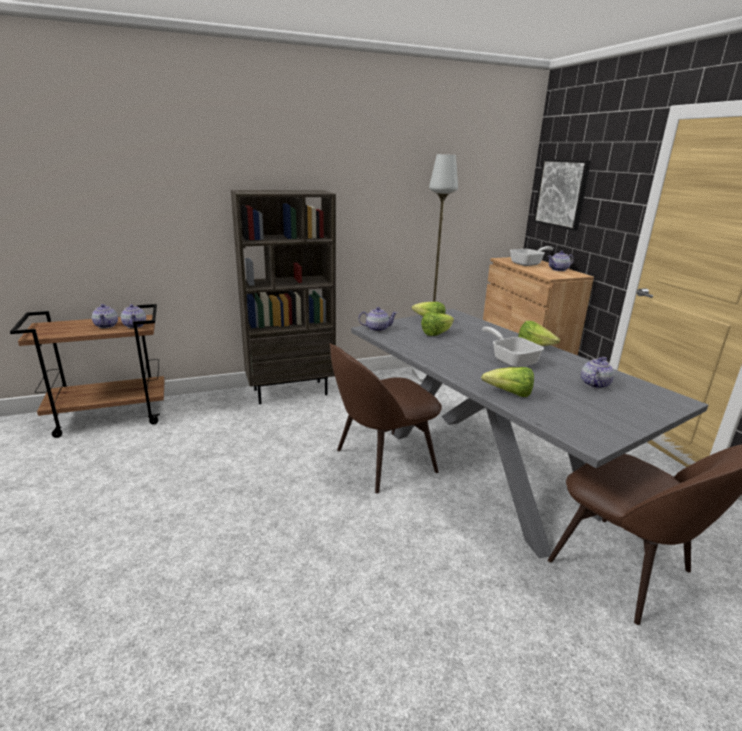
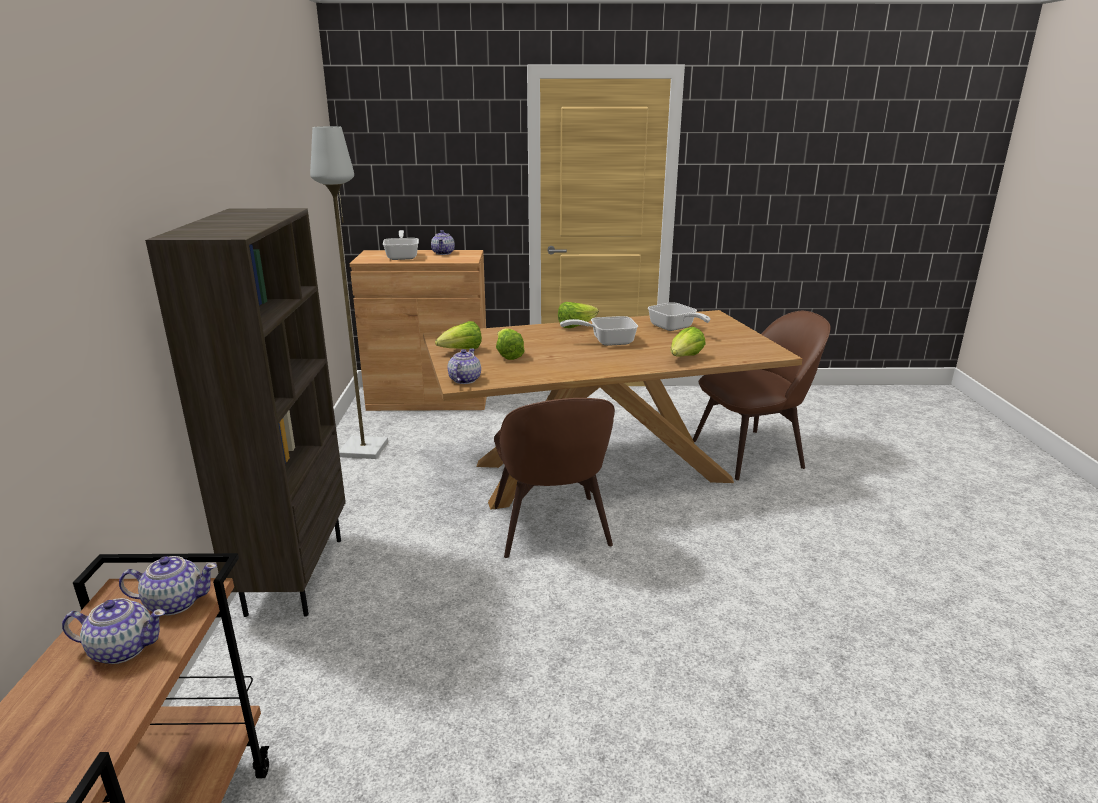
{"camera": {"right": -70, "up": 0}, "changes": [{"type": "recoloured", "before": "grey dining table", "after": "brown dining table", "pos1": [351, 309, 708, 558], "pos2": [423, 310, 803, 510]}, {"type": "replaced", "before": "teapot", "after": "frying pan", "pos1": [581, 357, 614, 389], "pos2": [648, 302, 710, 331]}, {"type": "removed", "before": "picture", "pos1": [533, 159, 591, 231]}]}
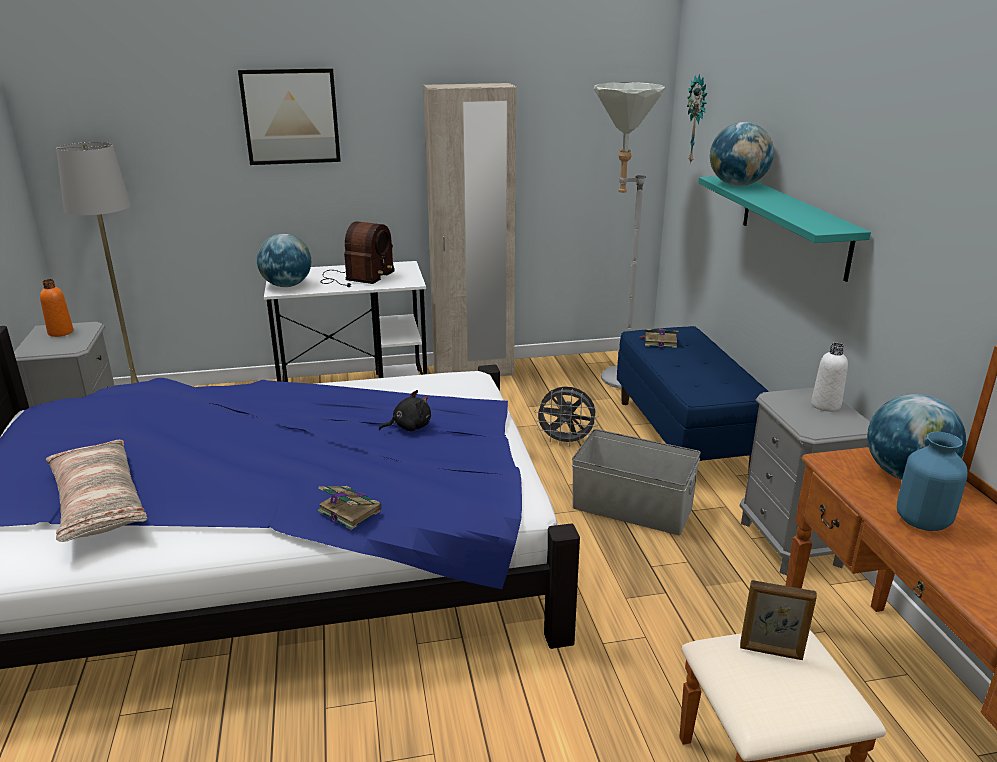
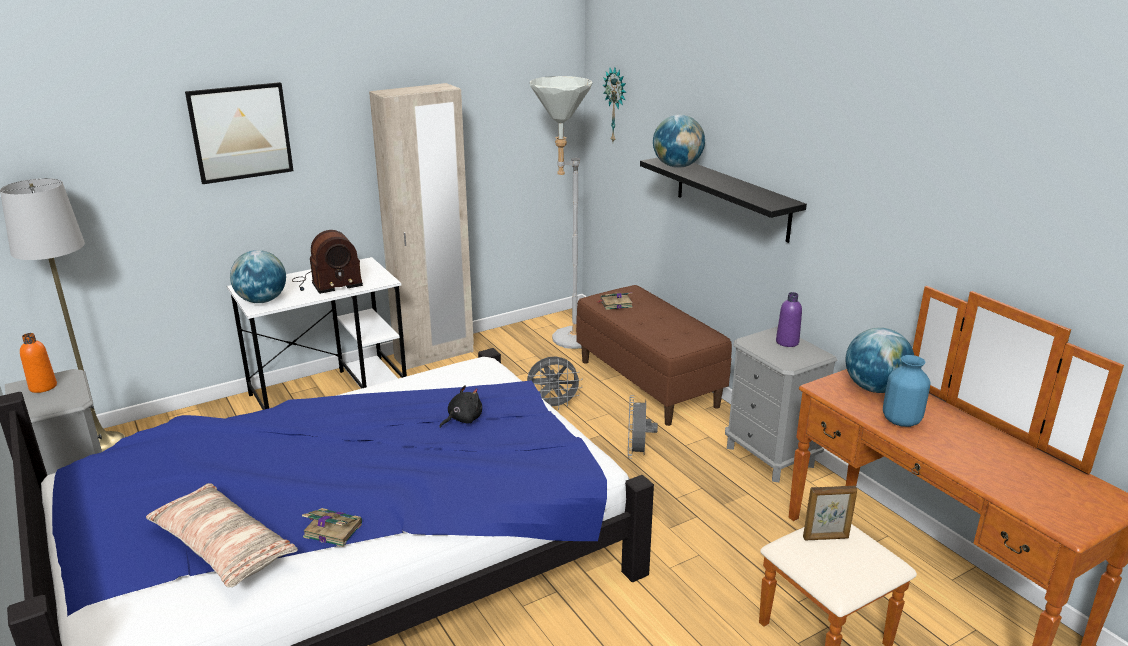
{"camera": {"right": -20, "up": 0}, "changes": [{"type": "turned", "before": "radio", "pos1": [321, 221, 395, 287], "pos2": [292, 230, 363, 294], "turn": 60}, {"type": "moved", "before": "book", "pos1": [318, 486, 382, 530], "pos2": [302, 508, 362, 547]}, {"type": "recoloured", "before": "blue bench", "after": "brown bench", "pos1": [617, 326, 769, 474], "pos2": [576, 285, 732, 426]}, {"type": "replaced", "before": "grey storage box", "after": "grey fan", "pos1": [572, 429, 701, 535], "pos2": [628, 395, 658, 459]}, {"type": "recoloured", "before": "turquoise shelf", "after": "black shelf", "pos1": [698, 176, 871, 282], "pos2": [640, 158, 807, 243]}, {"type": "recoloured", "before": "white bottle", "after": "purple bottle", "pos1": [811, 343, 848, 412], "pos2": [776, 292, 802, 347]}]}
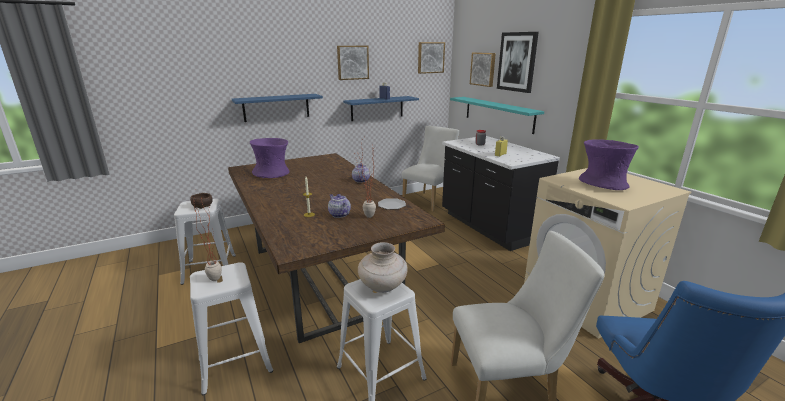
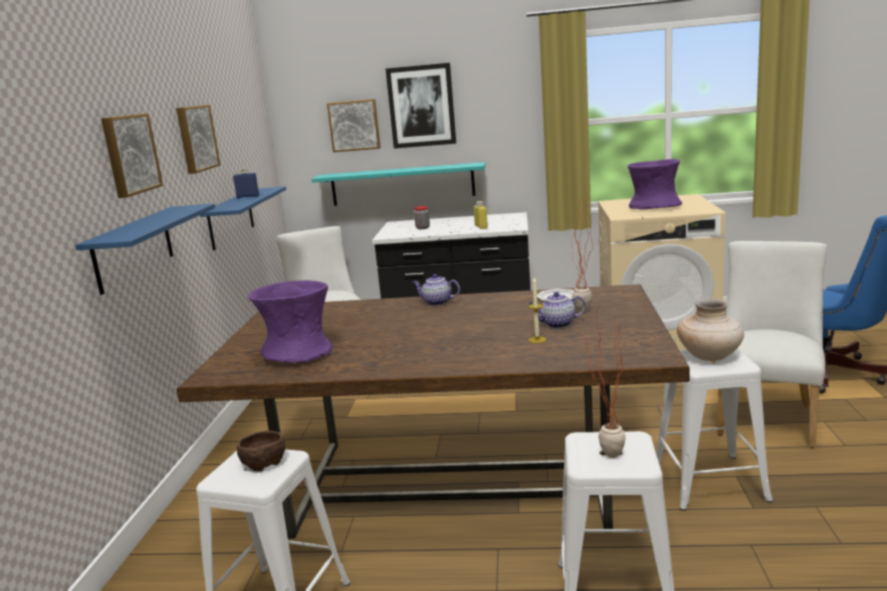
{"camera": {"right": -55, "up": -5}, "changes": [{"type": "moved", "before": "picture", "pos1": [418, 42, 445, 74], "pos2": [101, 113, 163, 198]}]}
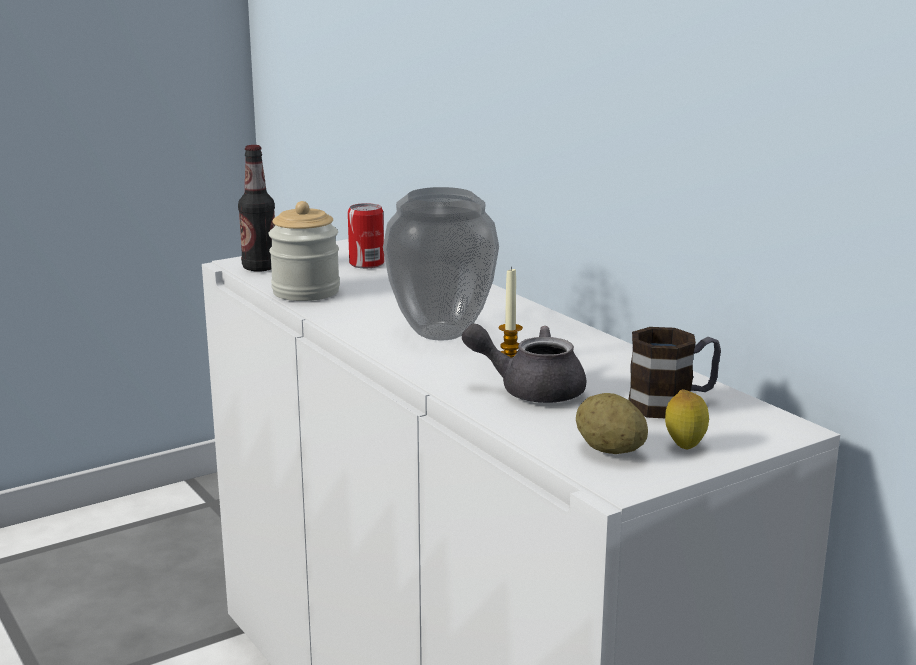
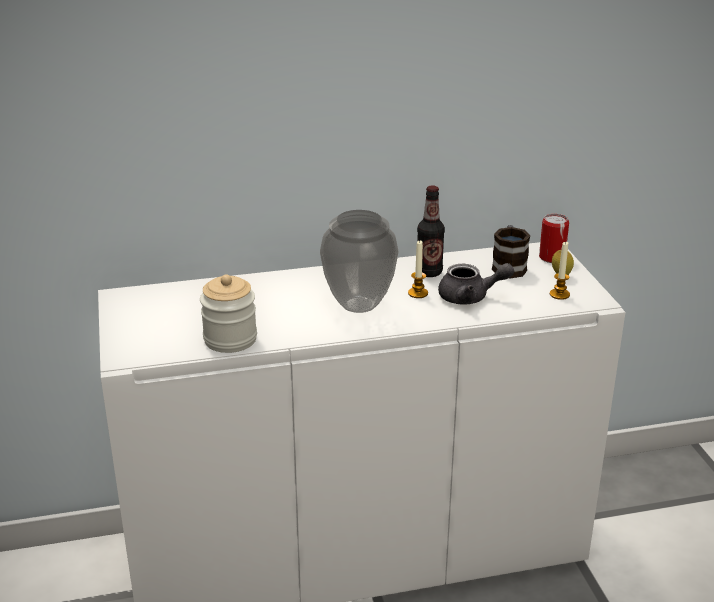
{"camera": {"right": -70, "up": 10}, "changes": [{"type": "moved", "before": "bottle", "pos1": [238, 145, 275, 272], "pos2": [417, 185, 445, 277]}, {"type": "turned", "before": "grey teapot", "pos1": [462, 323, 587, 403], "pos2": [438, 263, 514, 304], "turn": -120}, {"type": "moved", "before": "can", "pos1": [348, 203, 384, 268], "pos2": [539, 214, 569, 263]}, {"type": "replaced", "before": "potato", "after": "candle", "pos1": [576, 393, 648, 454], "pos2": [550, 241, 570, 300]}]}
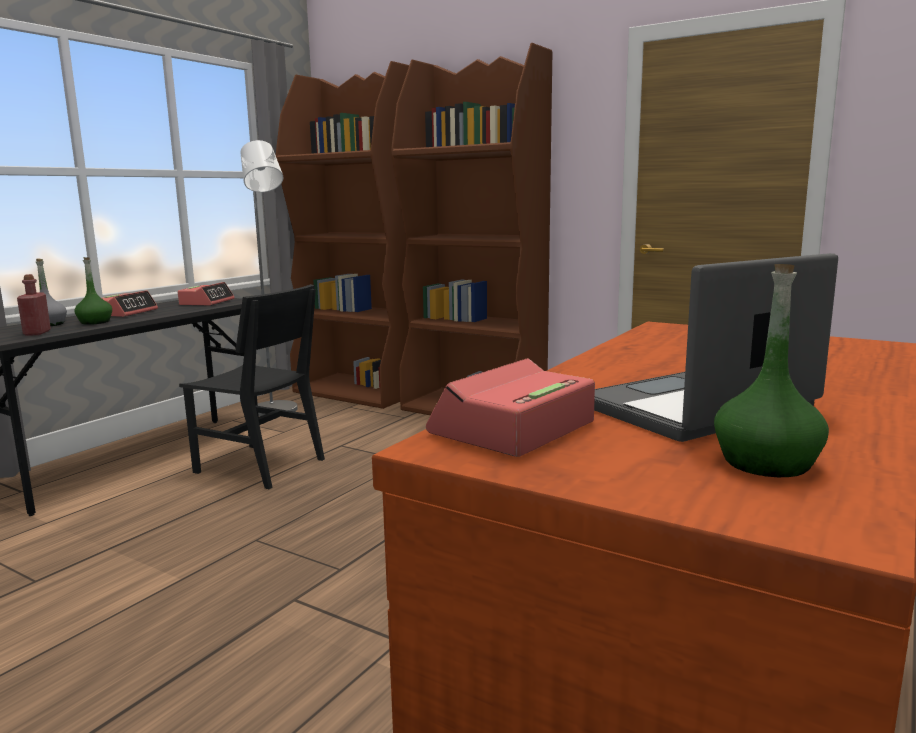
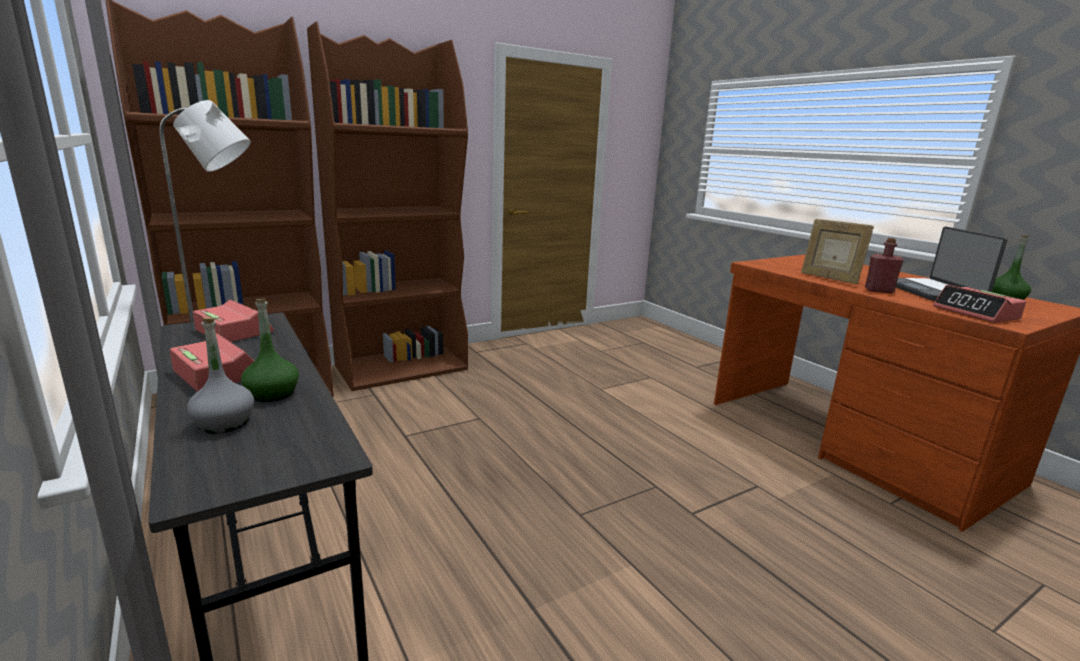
{"camera": {"right": -65, "up": 5}, "changes": [{"type": "added", "after": "picture frame", "pos2": [801, 219, 874, 284]}, {"type": "moved", "before": "red bottle", "pos1": [17, 274, 51, 336], "pos2": [865, 238, 904, 293]}, {"type": "removed", "before": "black chair", "pos1": [179, 284, 325, 489]}]}
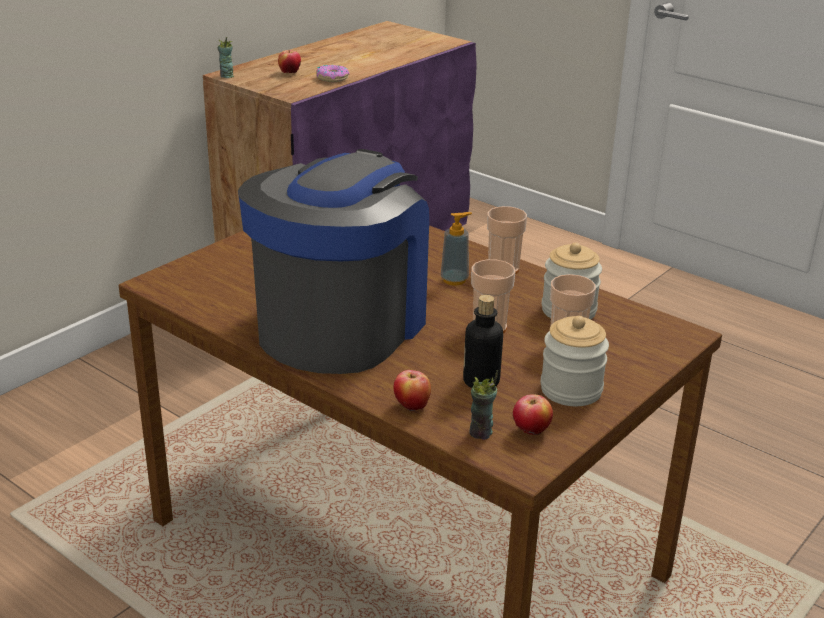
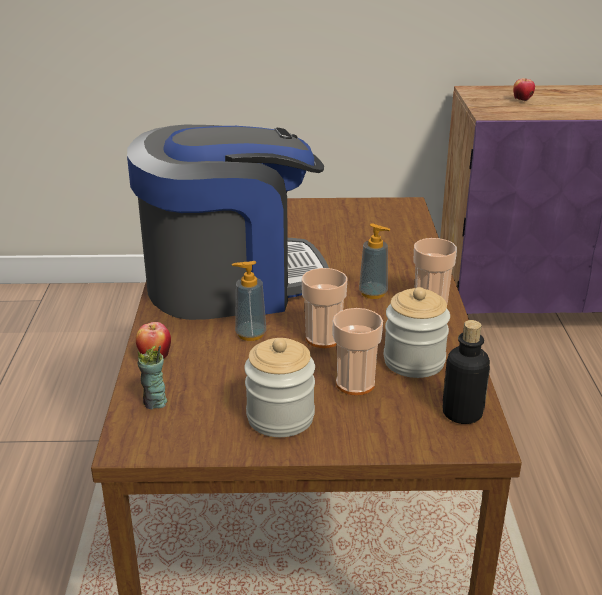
{"camera": {"right": 50, "up": 0}, "changes": [{"type": "added", "after": "soap dispenser", "pos2": [232, 261, 266, 341]}, {"type": "moved", "before": "bottle", "pos1": [463, 295, 503, 388], "pos2": [443, 320, 490, 424]}, {"type": "removed", "before": "cup", "pos1": [218, 37, 234, 78]}, {"type": "removed", "before": "donut", "pos1": [316, 65, 349, 82]}, {"type": "removed", "before": "apple", "pos1": [513, 394, 553, 435]}]}
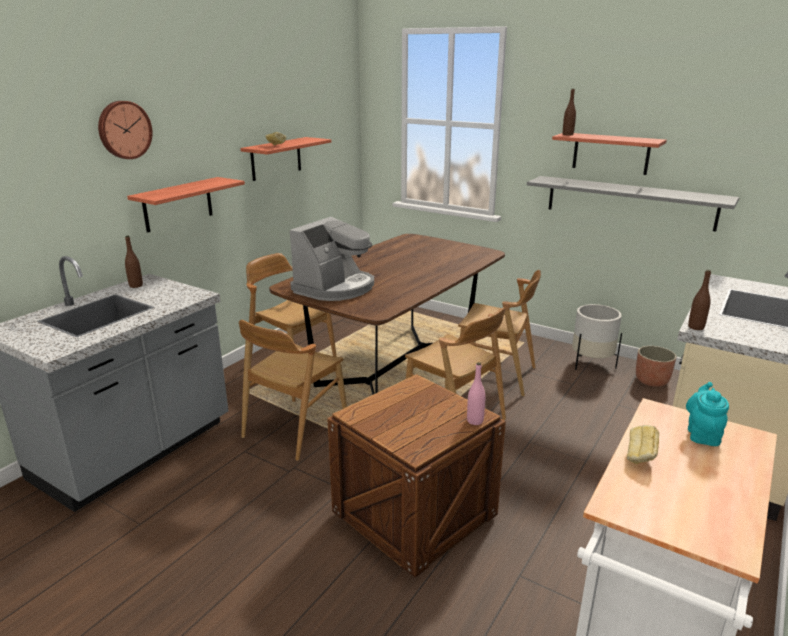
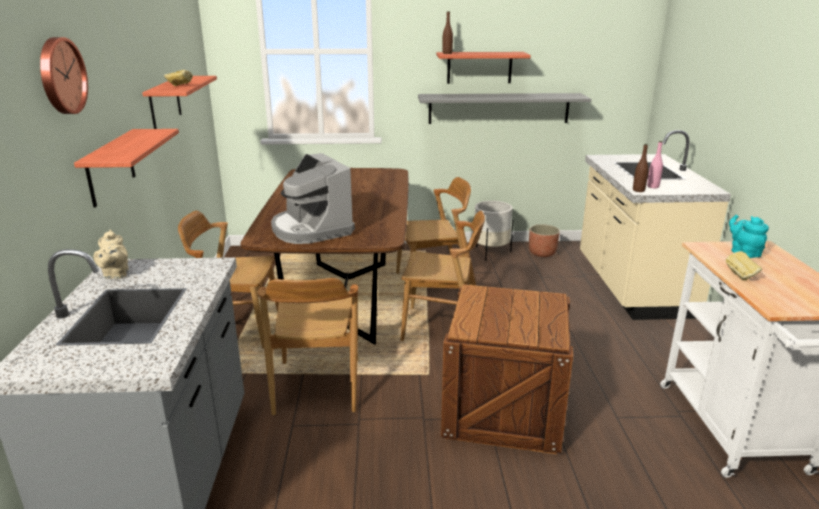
{"camera": {"right": -35, "up": 0}, "changes": [{"type": "replaced", "before": "brown bottle", "after": "beige teapot", "pos1": [125, 236, 143, 288], "pos2": [93, 230, 129, 279]}, {"type": "turned", "before": "coffee machine", "pos1": [290, 217, 374, 301], "pos2": [271, 153, 355, 244], "turn": 150}, {"type": "moved", "before": "pink bottle", "pos1": [467, 362, 485, 425], "pos2": [647, 141, 663, 188]}]}
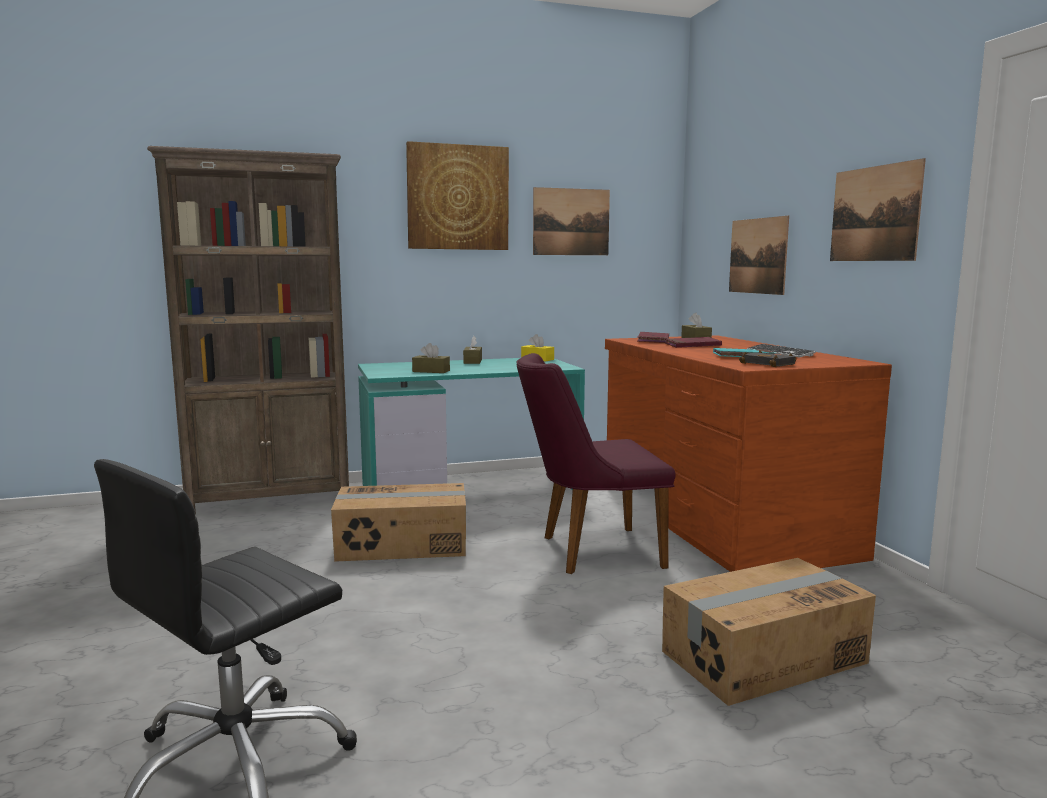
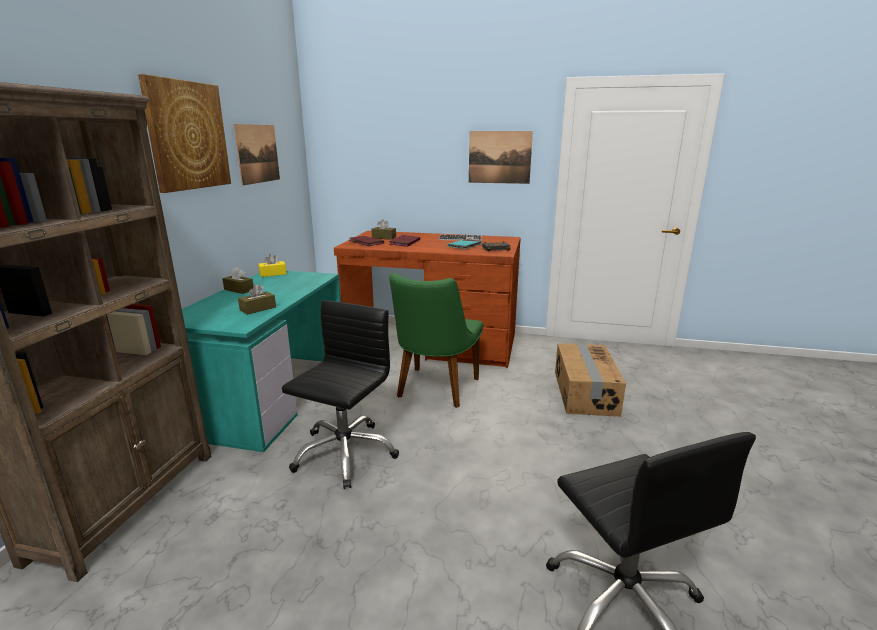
{"camera": {"right": -60, "up": 10}, "changes": [{"type": "replaced", "before": "cardboard box", "after": "black office chair", "pos1": [331, 483, 466, 562], "pos2": [282, 300, 399, 489]}, {"type": "recoloured", "before": "purple chair", "after": "green chair", "pos1": [516, 353, 676, 574], "pos2": [389, 273, 483, 408]}, {"type": "removed", "before": "picture", "pos1": [729, 216, 789, 295]}]}
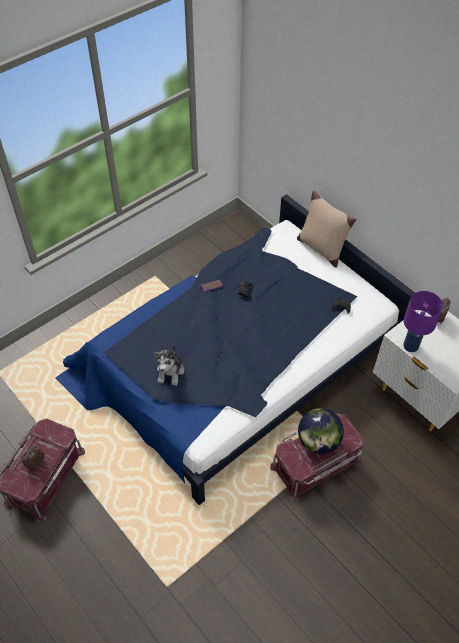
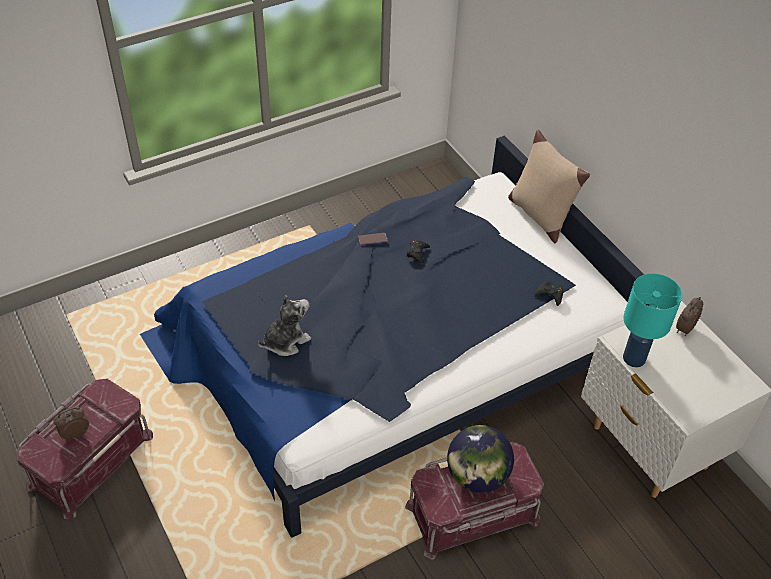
{"camera": {"right": 10, "up": -5}, "changes": [{"type": "turned", "before": "plush toy", "pos1": [153, 344, 184, 385], "pos2": [258, 295, 311, 356], "turn": -150}, {"type": "recoloured", "before": "purple table lamp", "after": "turquoise table lamp", "pos1": [403, 291, 443, 352], "pos2": [623, 273, 682, 367]}]}
